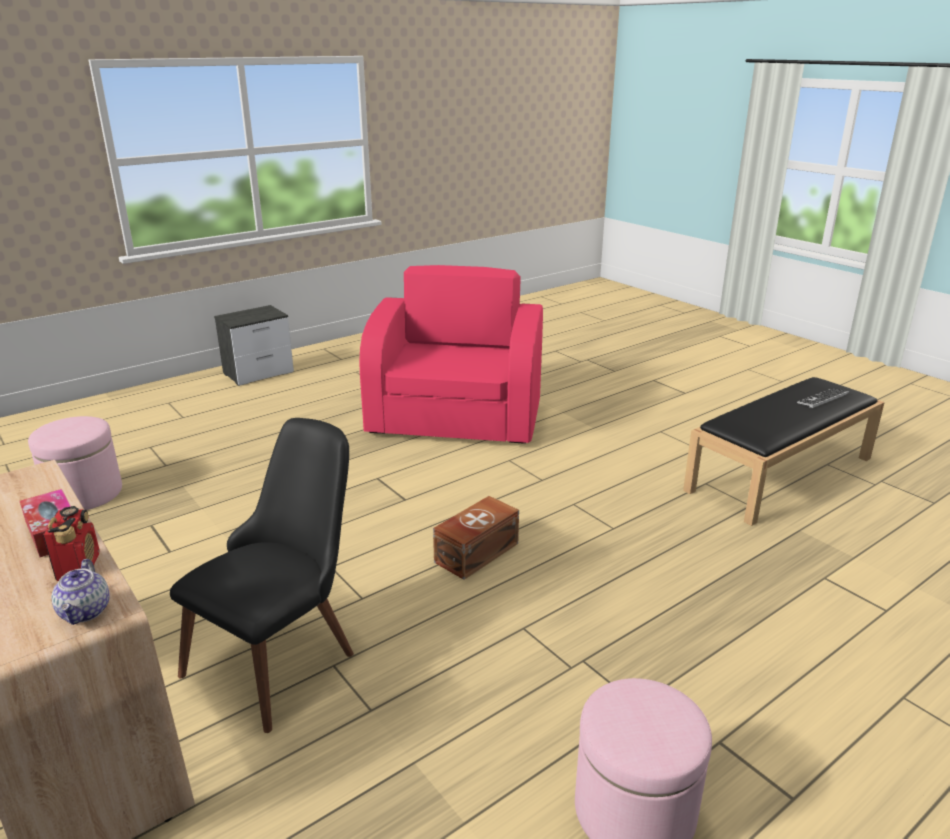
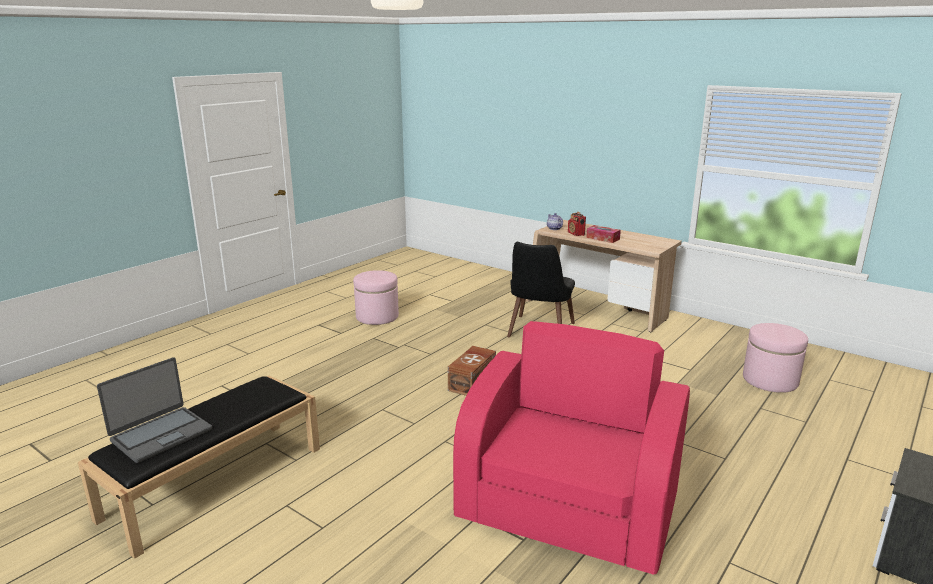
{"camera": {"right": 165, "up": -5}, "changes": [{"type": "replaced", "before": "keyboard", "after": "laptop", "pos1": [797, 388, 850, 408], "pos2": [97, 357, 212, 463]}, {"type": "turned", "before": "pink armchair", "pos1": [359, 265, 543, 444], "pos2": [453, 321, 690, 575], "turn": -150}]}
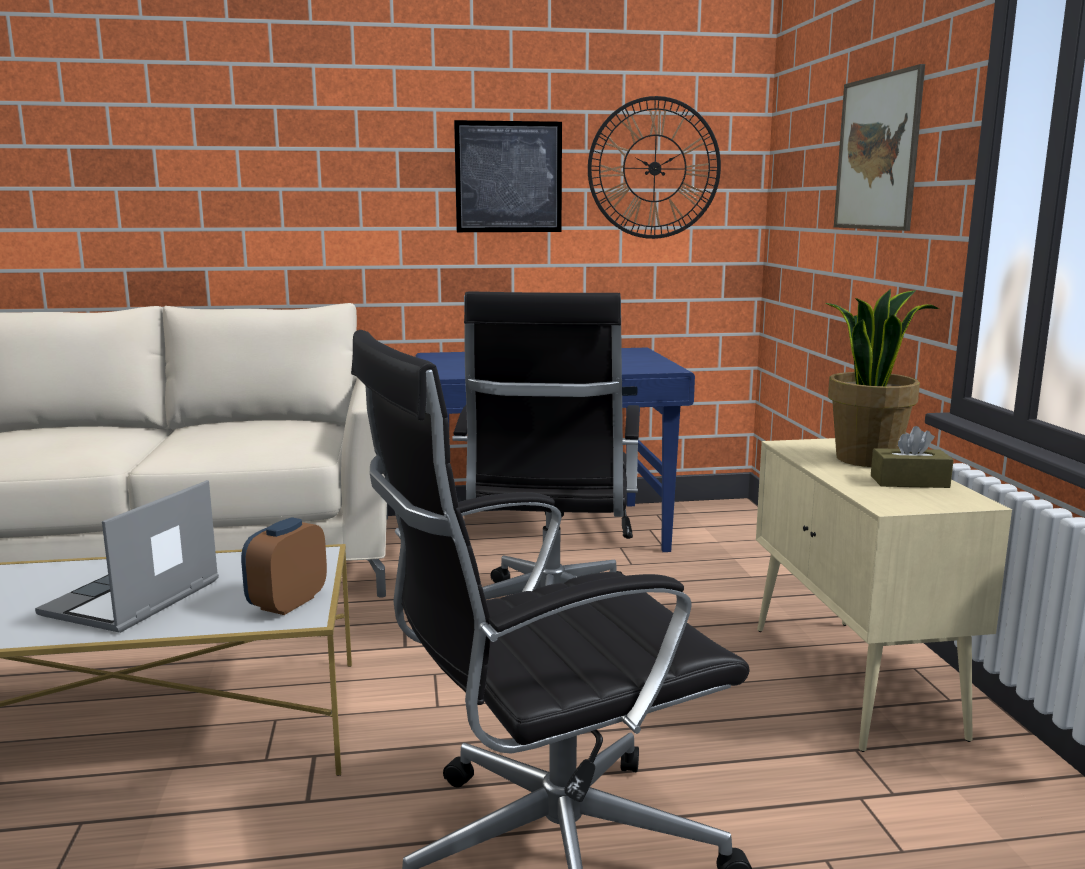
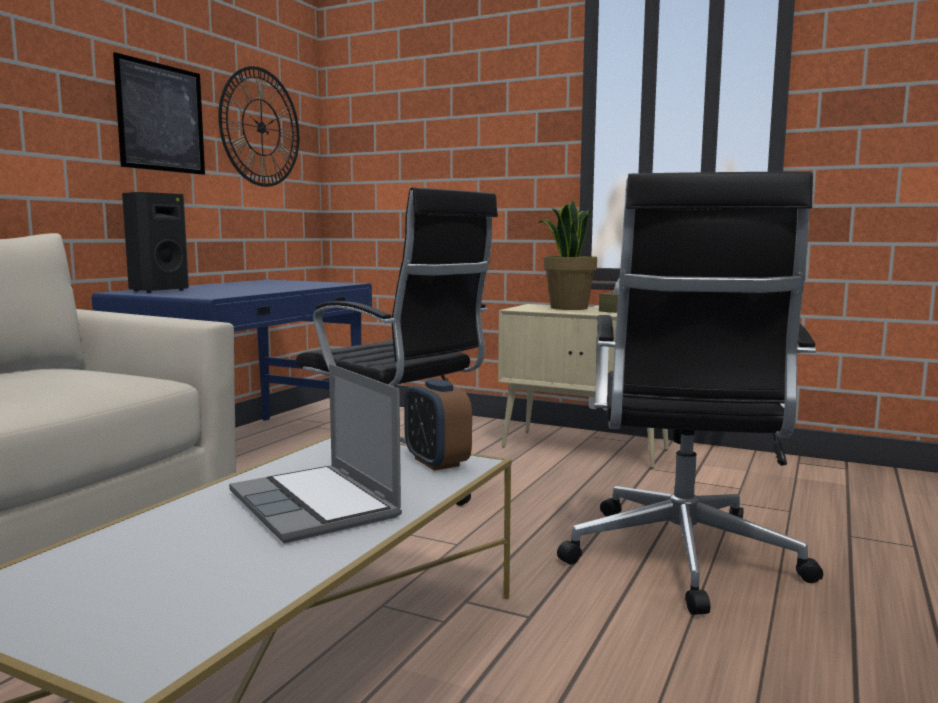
{"camera": {"right": -55, "up": -5}, "changes": [{"type": "added", "after": "black speaker", "pos2": [122, 192, 189, 293]}, {"type": "removed", "before": "picture", "pos1": [834, 64, 925, 231]}]}
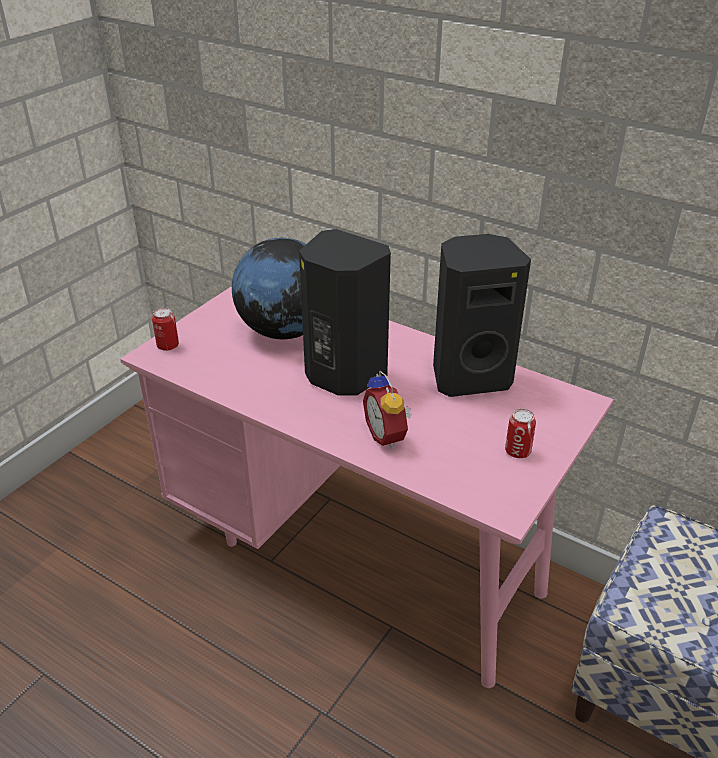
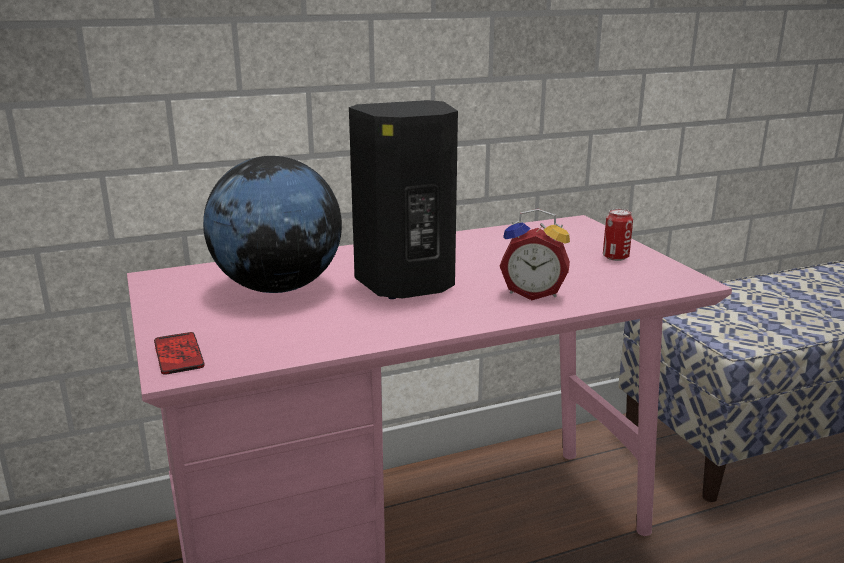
{"camera": {"right": -55, "up": -15}, "changes": [{"type": "replaced", "before": "can", "after": "phone", "pos1": [152, 307, 179, 351], "pos2": [154, 332, 205, 375]}, {"type": "removed", "before": "black speaker", "pos1": [433, 234, 531, 397]}]}
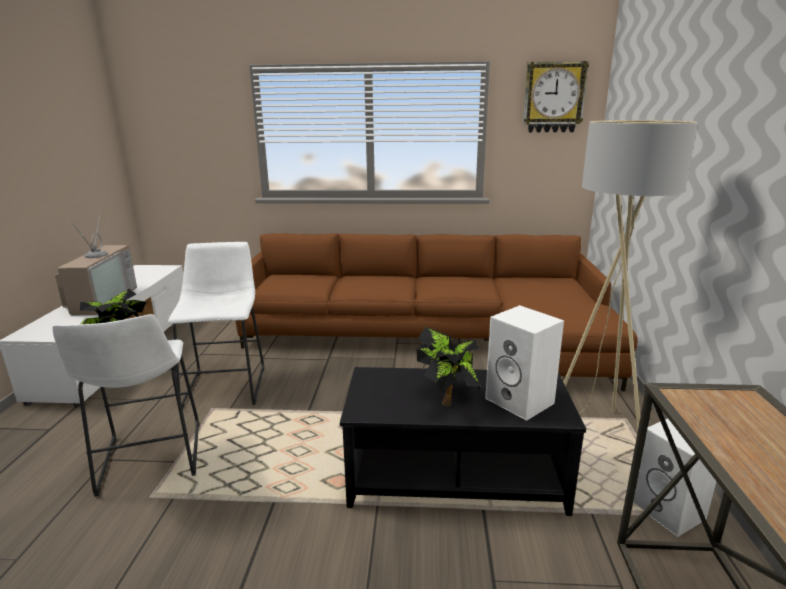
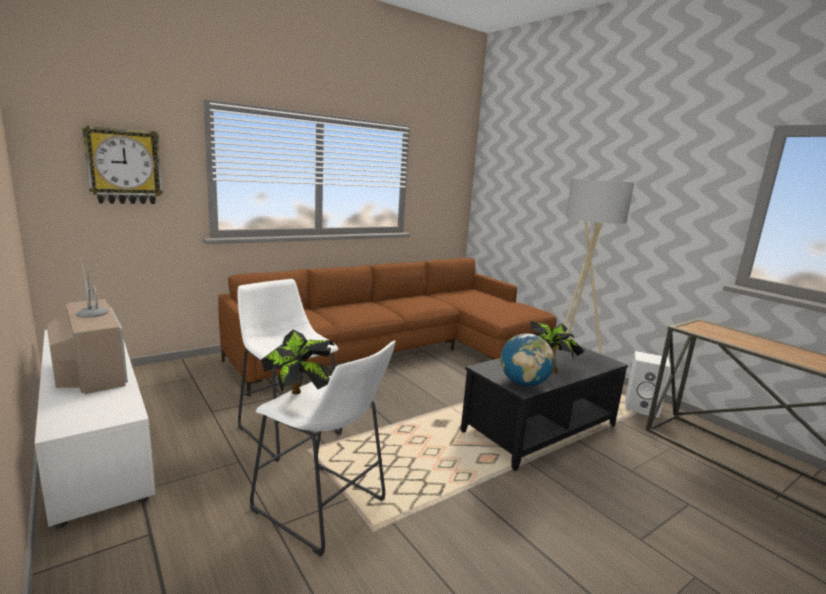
{"camera": {"right": -40, "up": -5}, "changes": [{"type": "moved", "before": "wall clock", "pos1": [523, 61, 589, 132], "pos2": [82, 126, 163, 204]}, {"type": "added", "after": "globe", "pos2": [500, 333, 554, 386]}, {"type": "removed", "before": "white speaker", "pos1": [485, 305, 564, 421]}]}
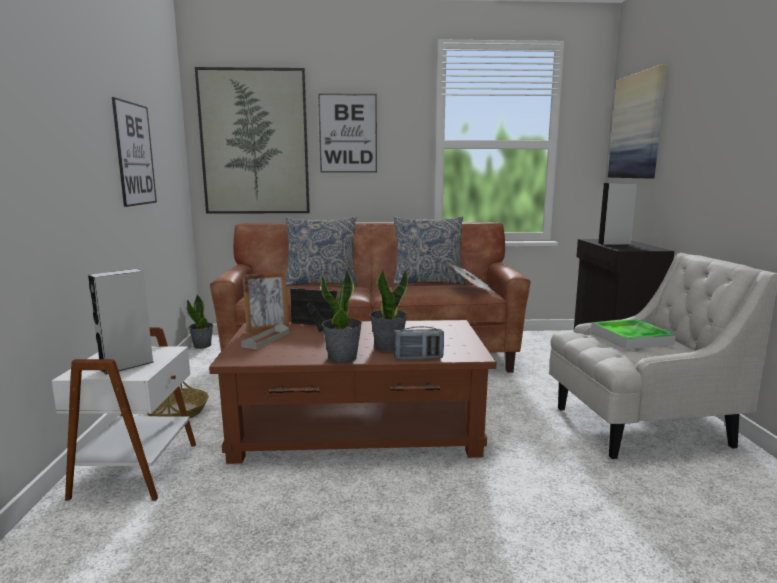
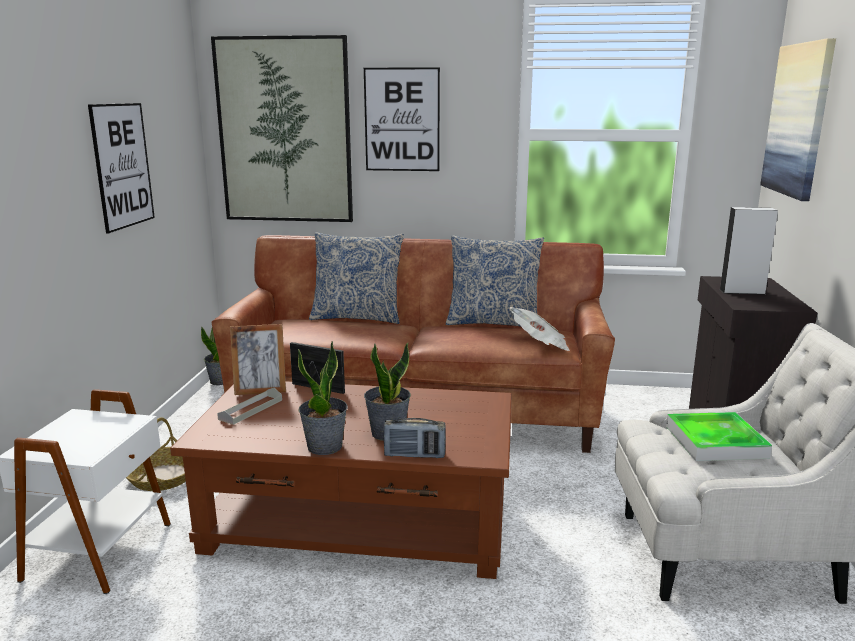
{"camera": {"right": 10, "up": 5}, "changes": [{"type": "removed", "before": "grey speaker", "pos1": [88, 269, 154, 374]}]}
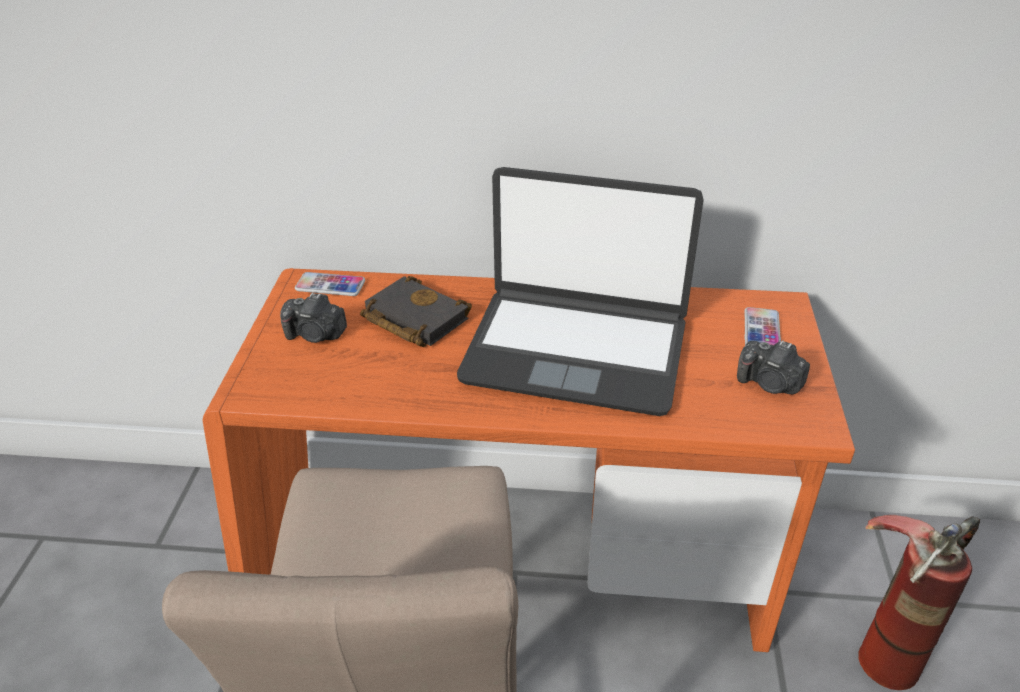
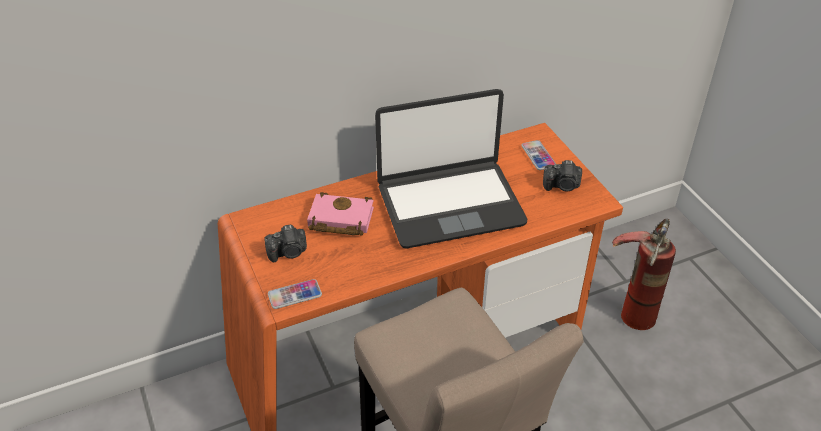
{"camera": {"right": -30, "up": 5}, "changes": [{"type": "moved", "before": "phone", "pos1": [295, 272, 365, 296], "pos2": [268, 279, 322, 309]}, {"type": "recoloured", "before": "black book", "after": "pink book", "pos1": [360, 276, 472, 347], "pos2": [307, 192, 374, 236]}]}
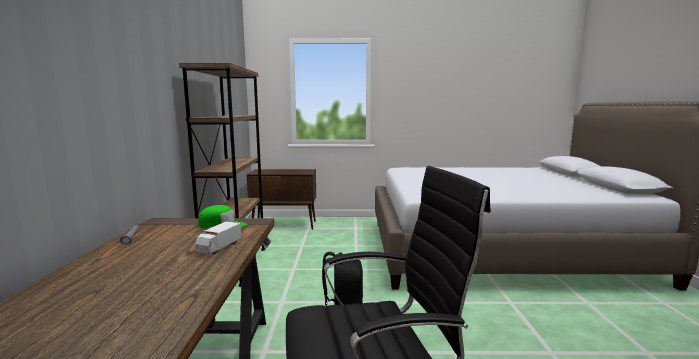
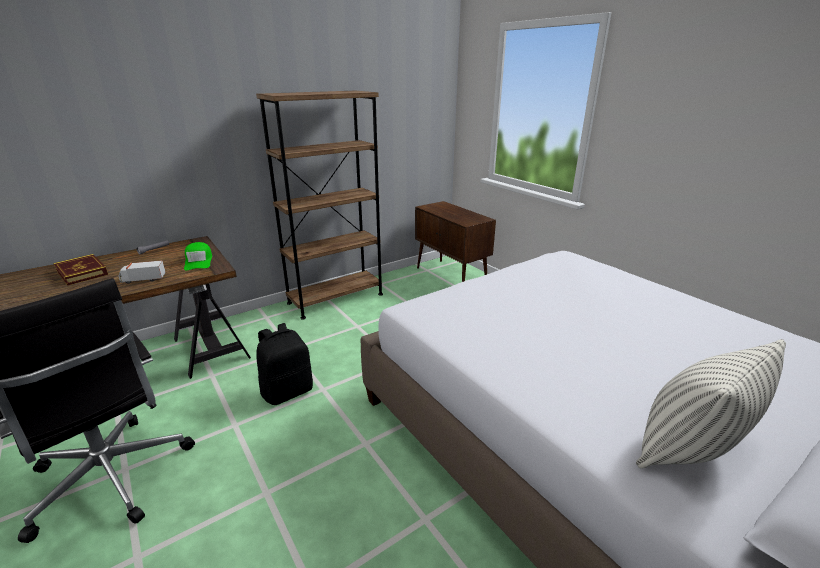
{"camera": {"right": 55, "up": 15}, "changes": [{"type": "added", "after": "book", "pos2": [53, 254, 108, 286]}, {"type": "added", "after": "pillow", "pos2": [636, 339, 786, 469]}]}
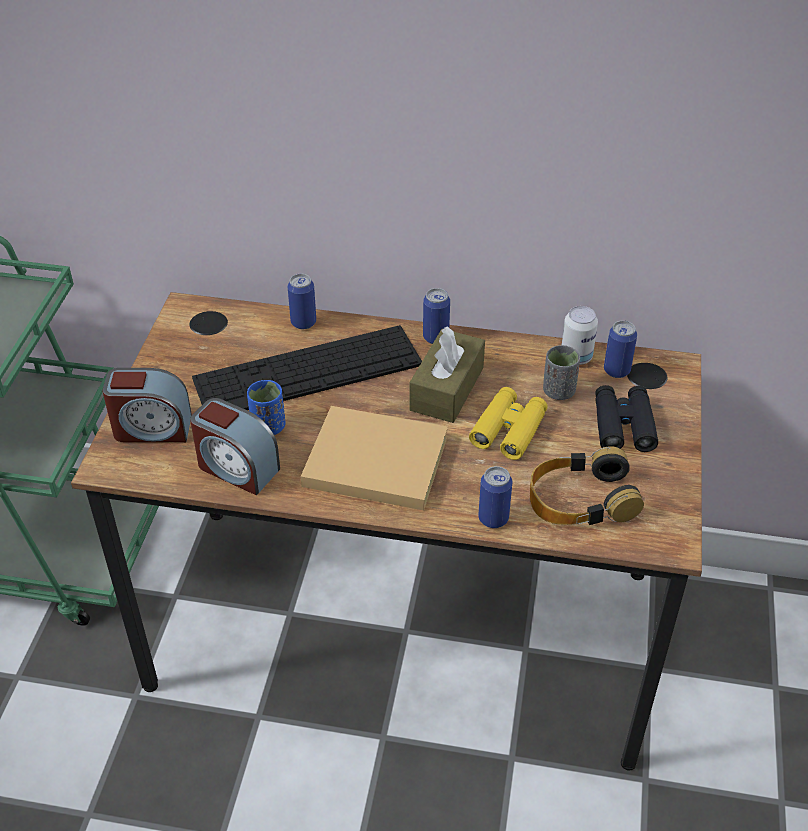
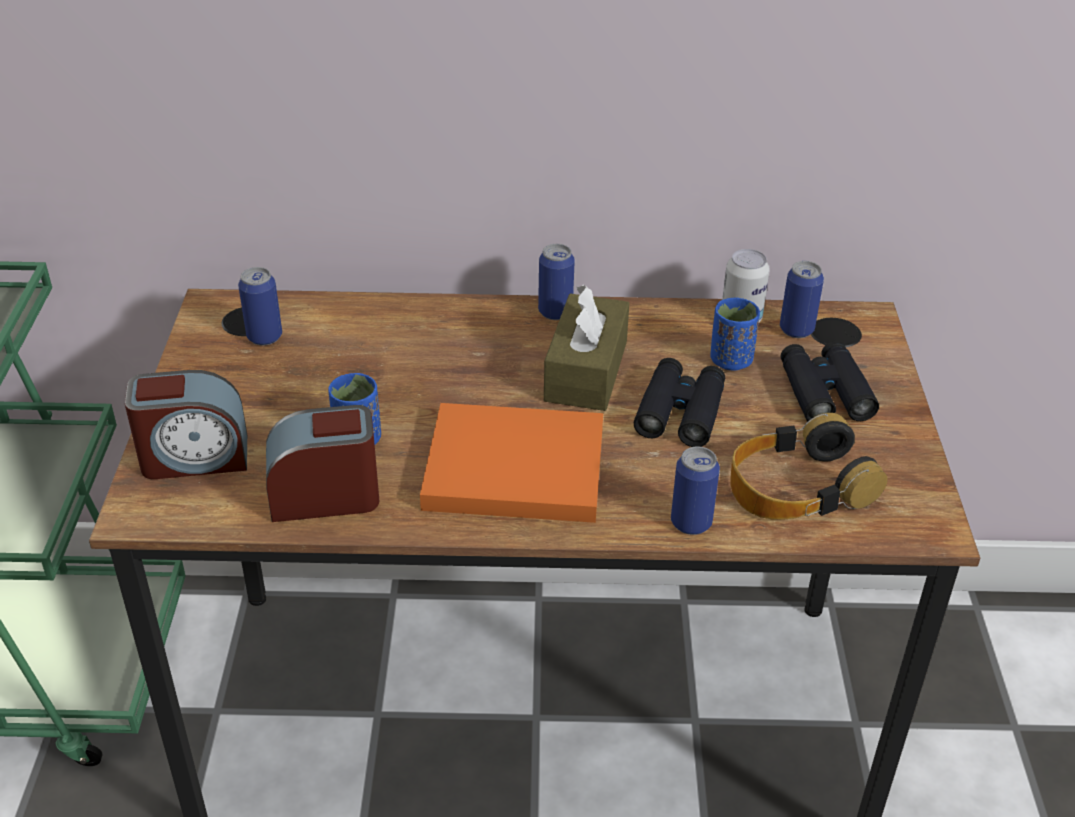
{"camera": {"right": -10, "up": -5}, "changes": [{"type": "moved", "before": "can", "pos1": [288, 274, 316, 329], "pos2": [238, 267, 282, 345]}, {"type": "turned", "before": "alarm clock", "pos1": [190, 398, 280, 495], "pos2": [266, 405, 379, 522], "turn": 150}, {"type": "recoloured", "before": "beige book", "after": "orange book", "pos1": [301, 406, 448, 510], "pos2": [420, 403, 603, 523]}, {"type": "recoloured", "before": "yellow binoculars", "after": "black binoculars", "pos1": [469, 387, 548, 460], "pos2": [633, 358, 725, 447]}, {"type": "recoloured", "before": "grey cup", "after": "blue cup", "pos1": [543, 345, 580, 400], "pos2": [710, 298, 760, 371]}, {"type": "removed", "before": "keyboard", "pos1": [192, 325, 422, 410]}]}
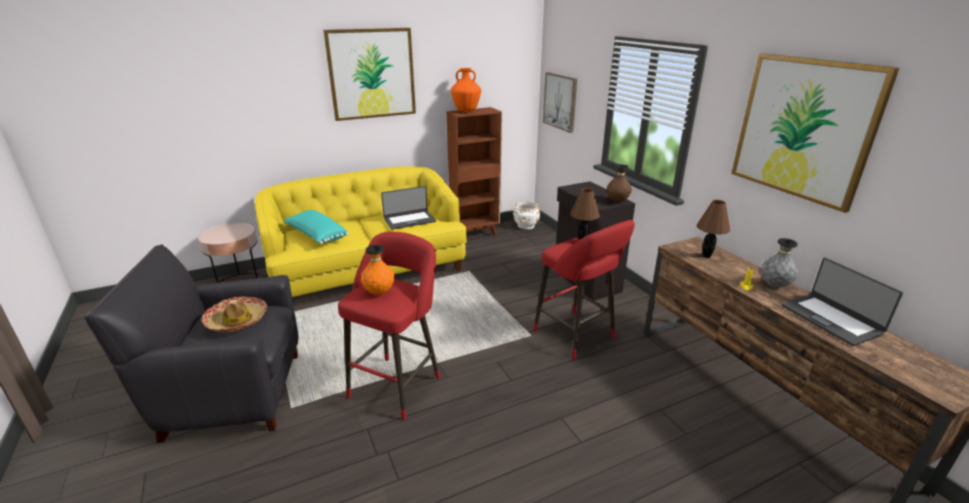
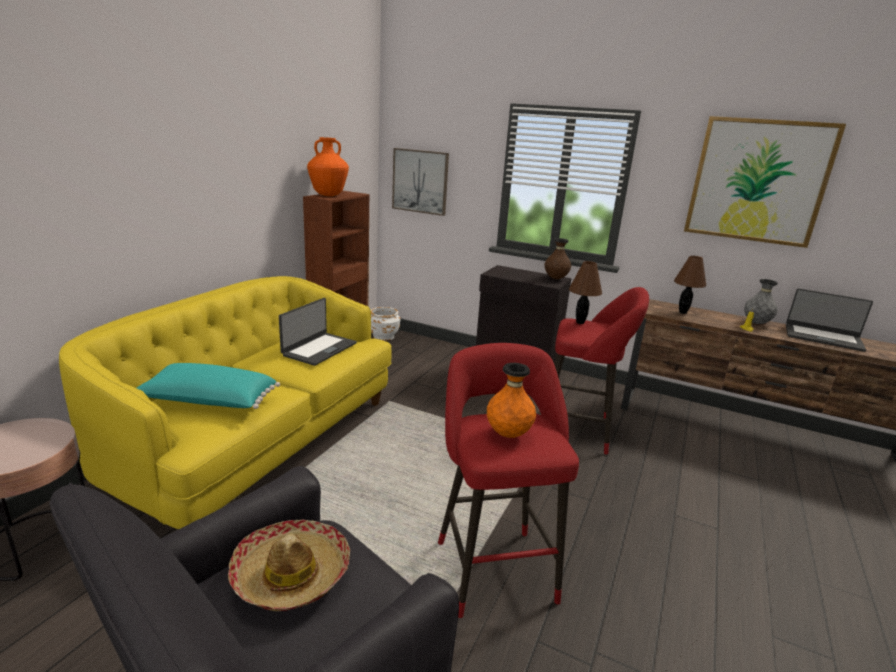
{"camera": {"right": -40, "up": -5}, "changes": [{"type": "removed", "before": "picture", "pos1": [323, 28, 416, 121]}]}
